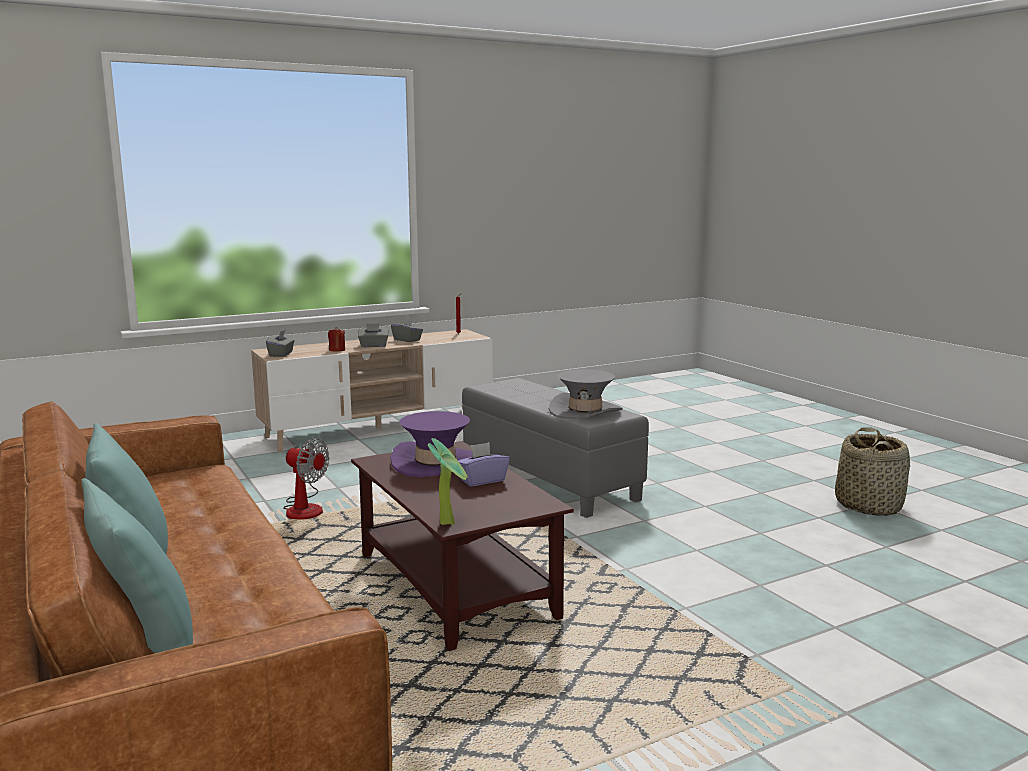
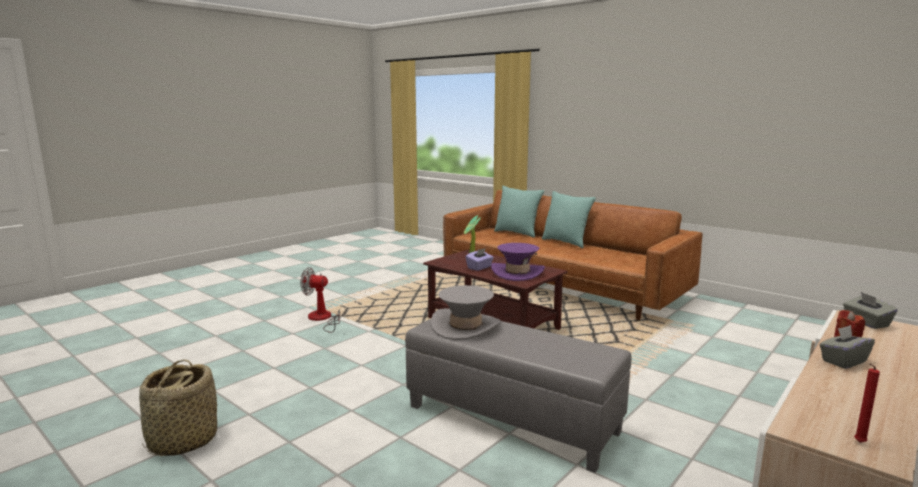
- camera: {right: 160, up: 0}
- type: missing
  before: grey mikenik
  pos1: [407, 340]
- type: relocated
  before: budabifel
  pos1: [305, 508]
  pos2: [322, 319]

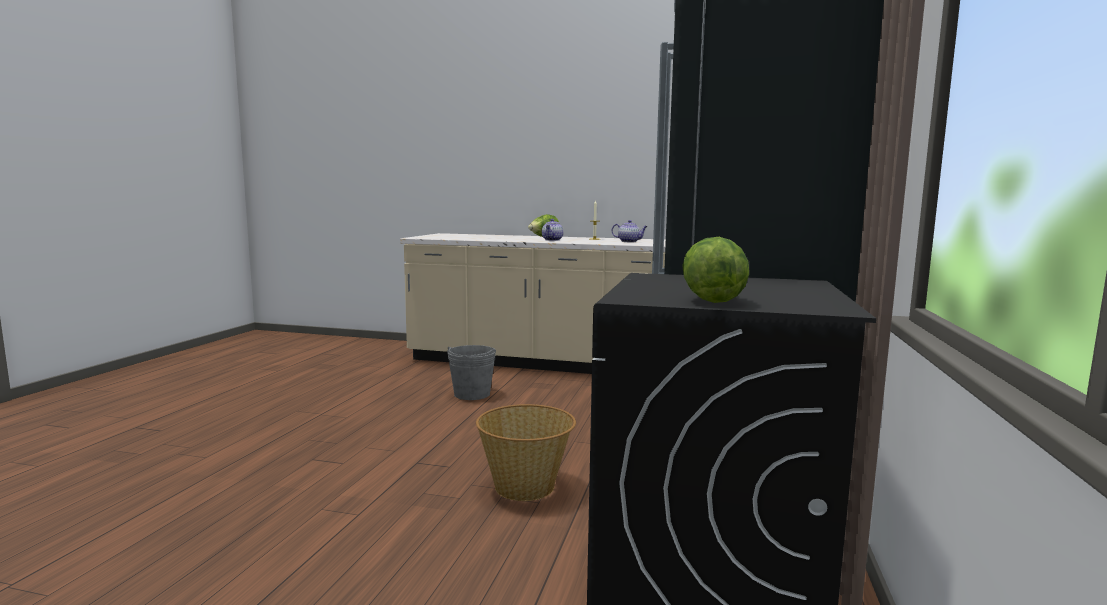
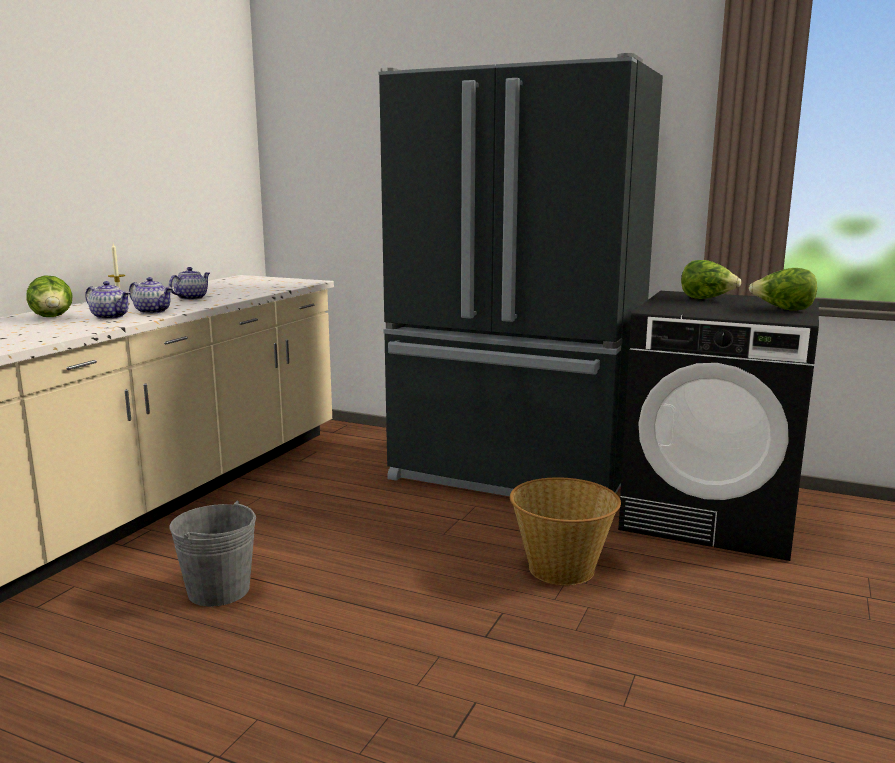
- camera: {right: -80, up: 5}
- type: appeared
  after: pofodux
  pos2: [707, 299]
- type: appeared
  after: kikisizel
  pos2: [153, 312]

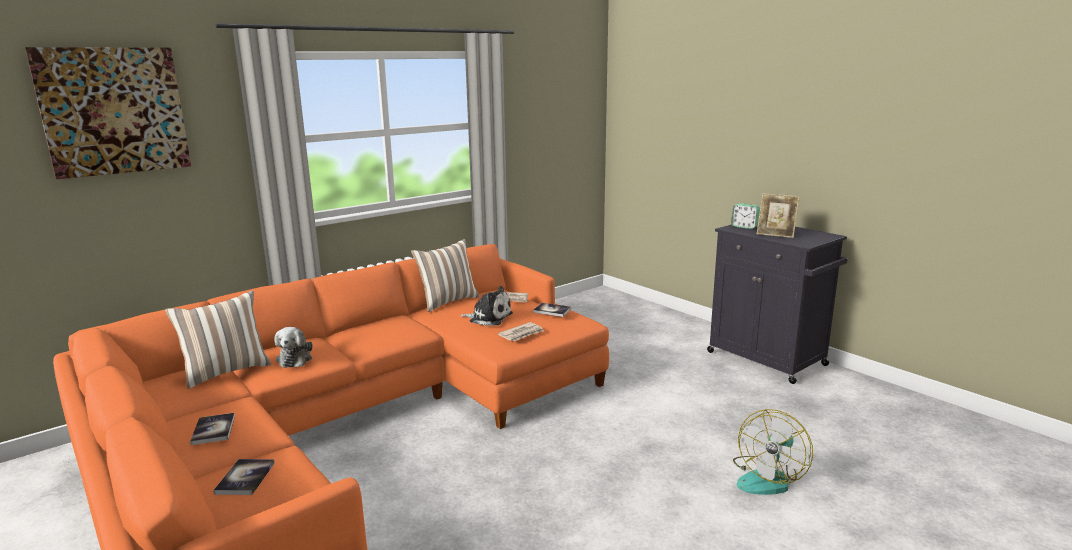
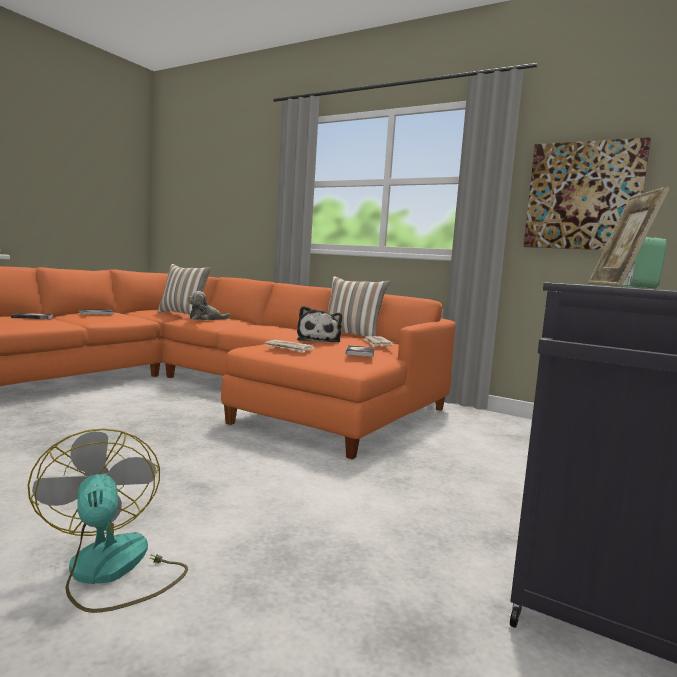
- camera: {right: 70, up: -10}
- type: relocated
  before: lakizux
  pos1: [113, 111]
  pos2: [583, 196]
- type: spun
  before: budabifel
  pos1: [768, 478]
  pos2: [112, 571]
  turn: 45

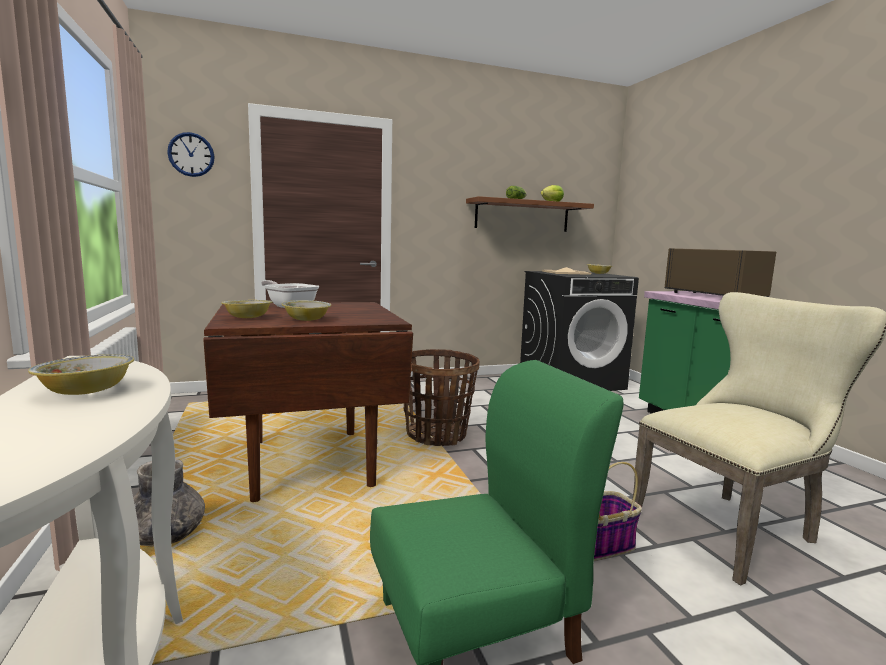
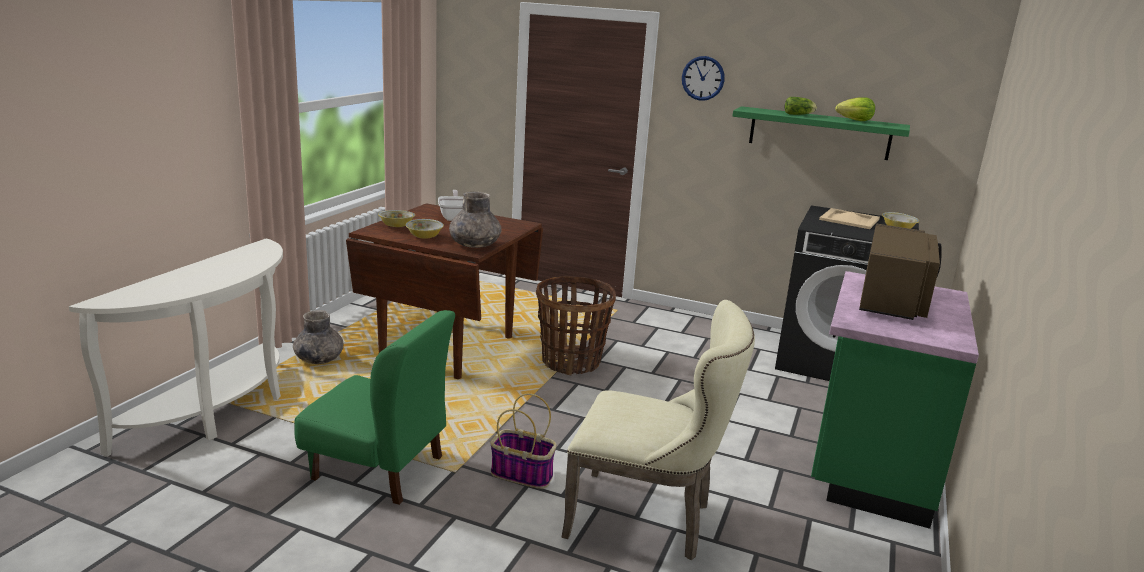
- camera: {right: 40, up: 10}
- type: relocated
  before: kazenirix
  pos1: [191, 154]
  pos2: [703, 78]
- type: colour
  before: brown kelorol
  after: green kelorol
  pos1: [522, 216]
  pos2: [819, 133]
- type: missing
  before: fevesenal
  pos1: [86, 391]
- type: appeared
  after: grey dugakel
  pos2: [475, 245]

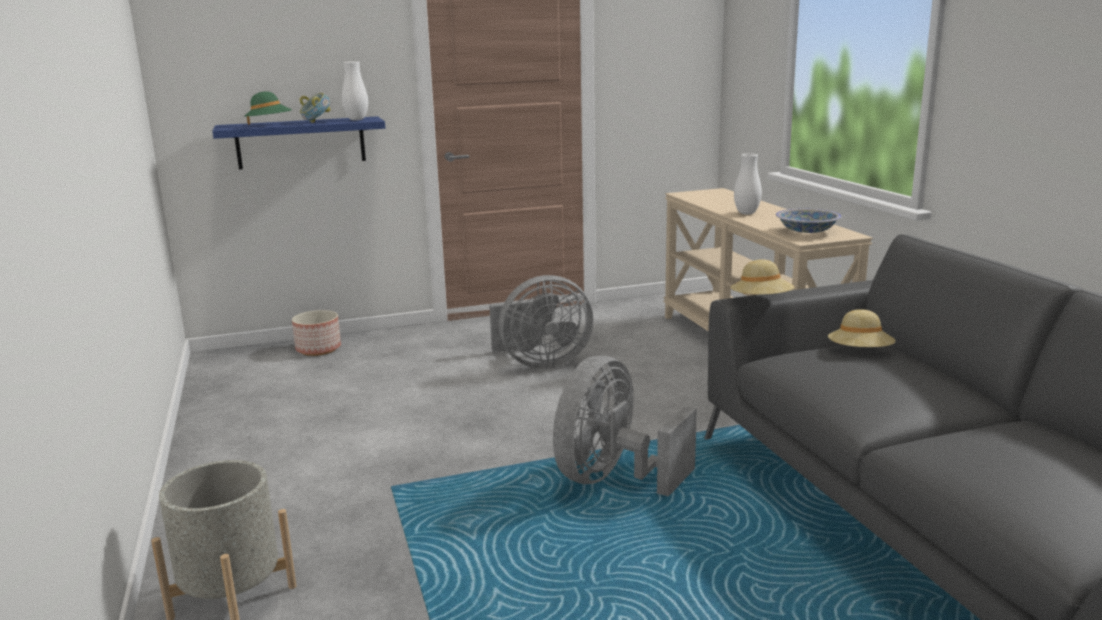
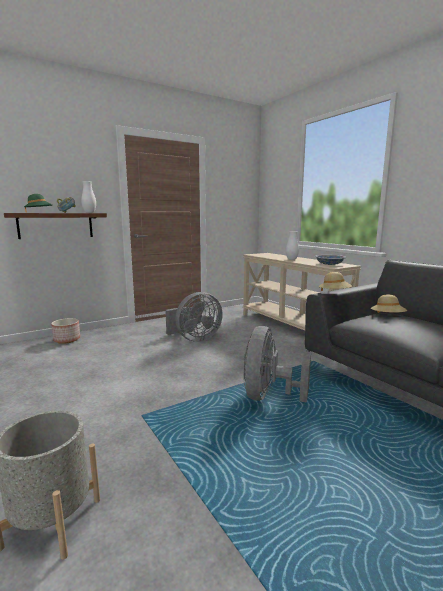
- camera: {right: -15, up: -5}
- type: colour
  before: blue kelorol
  after: brown kelorol
  pos1: [301, 142]
  pos2: [56, 225]

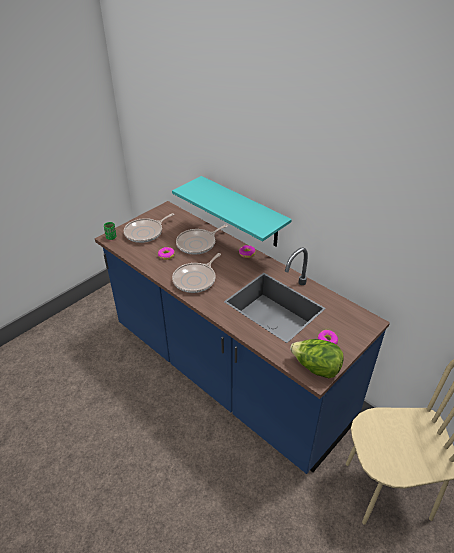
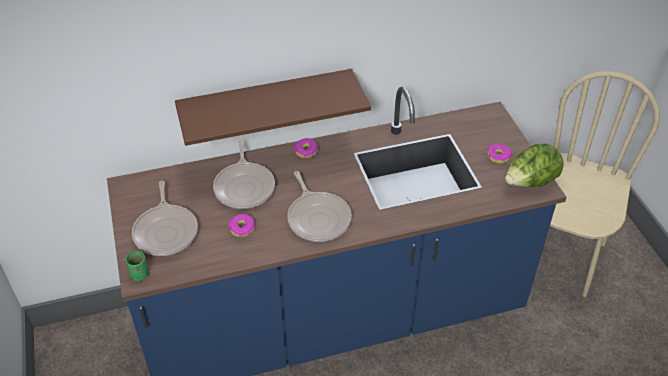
- camera: {right: -60, up: 5}
- type: colour
  before: turquoise kelorol
  after: brown kelorol
  pos1: [243, 212]
  pos2: [267, 106]

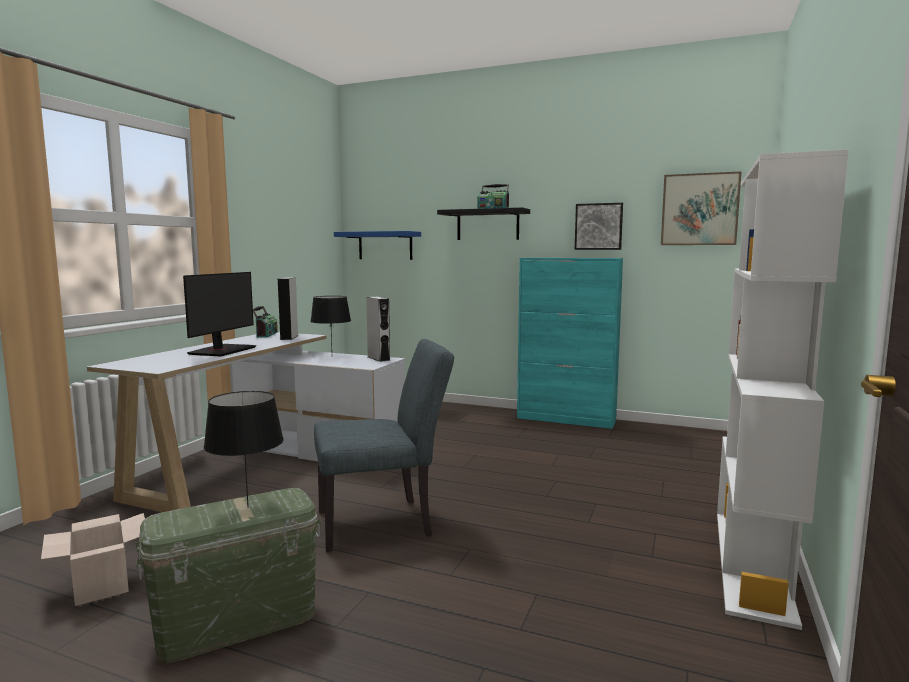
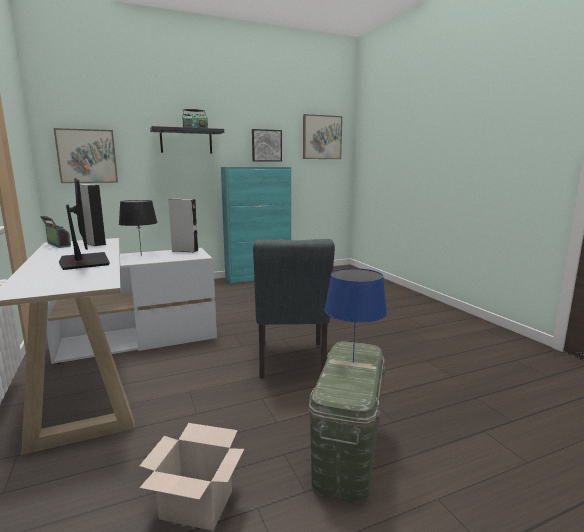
- camera: {right: -45, up: 5}
- type: missing
  before: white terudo
  pos1: [753, 563]
- type: exchanged
  before: blue kelorol
  after: lakizux
  pos1: [385, 245]
  pos2: [87, 156]
- type: spun
  before: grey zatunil
  pos1: [384, 522]
  pos2: [291, 363]
  turn: 150
- type: colour
  before: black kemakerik
  after: blue kemakerik
  pos1: [249, 507]
  pos2: [353, 361]

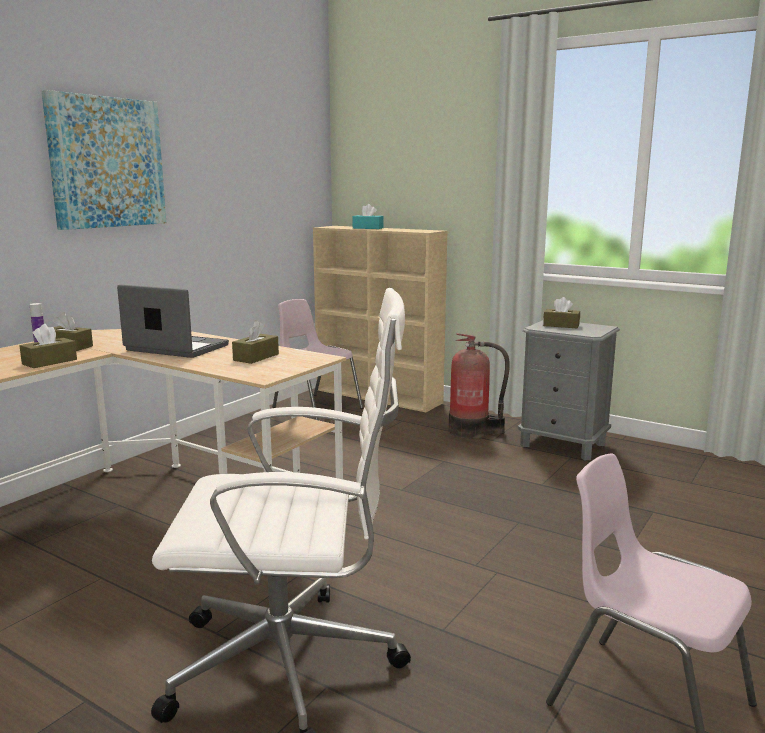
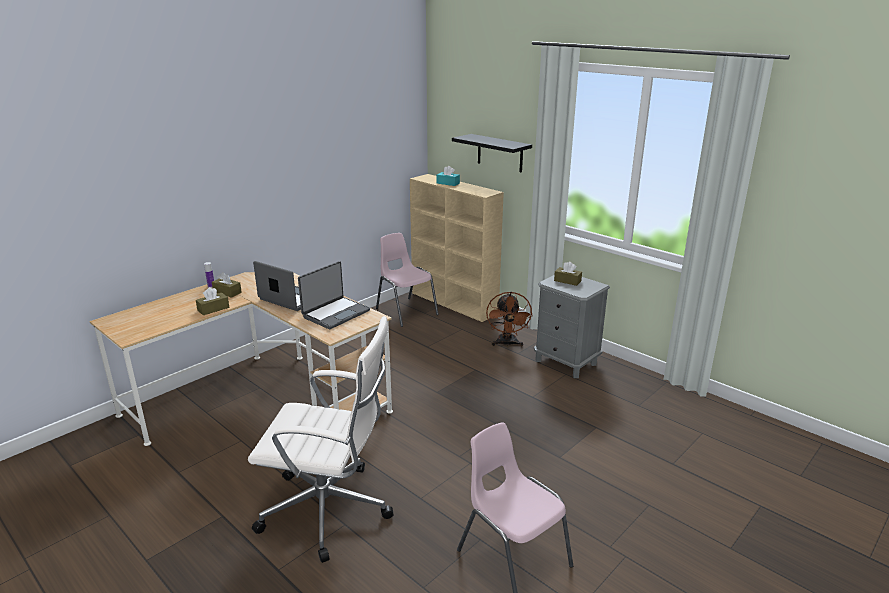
- camera: {right: 10, up: 10}
- type: missing
  before: lakizux
  pos1: [107, 162]
- type: exchanged
  before: brown mikenik
  after: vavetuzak
  pos1: [256, 357]
  pos2: [335, 313]
- type: exchanged
  before: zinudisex
  after: brown budabifel
  pos1: [472, 431]
  pos2: [507, 344]
- type: appeared
  after: black kelorol
  pos2: [500, 153]

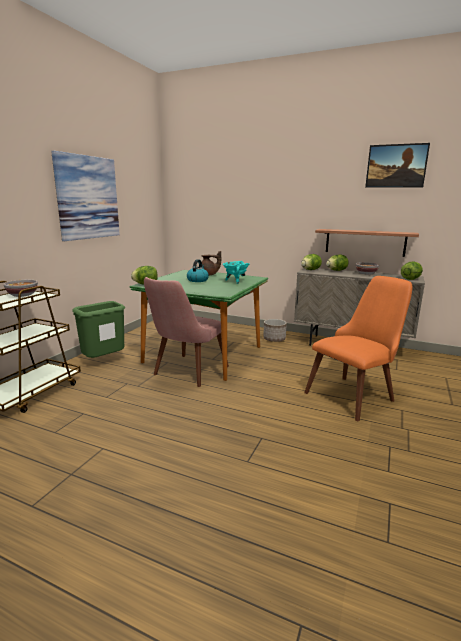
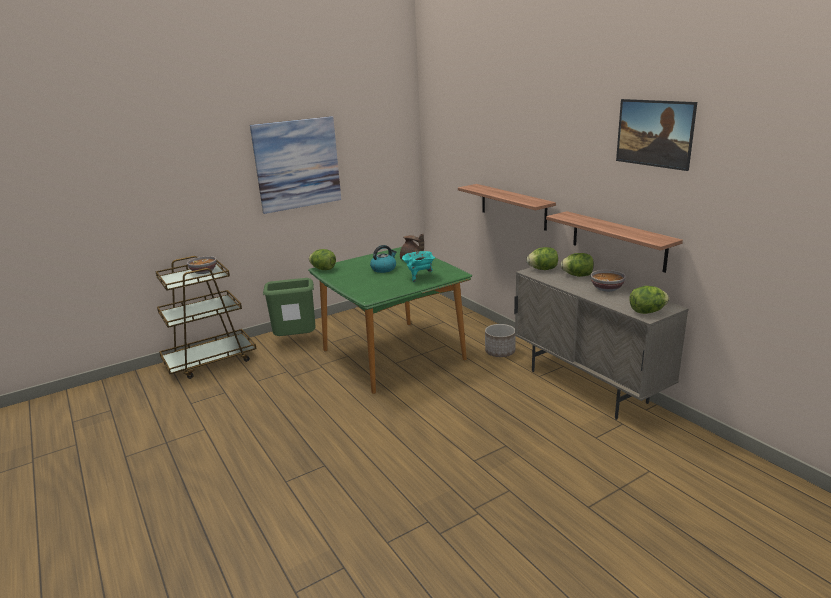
- camera: {right: 35, up: 5}
- type: missing
  before: orange zatunil
  pos1: [355, 393]
- type: missing
  before: pink zatunil
  pos1: [186, 373]
- type: appeared
  after: kelorol
  pos2: [513, 206]

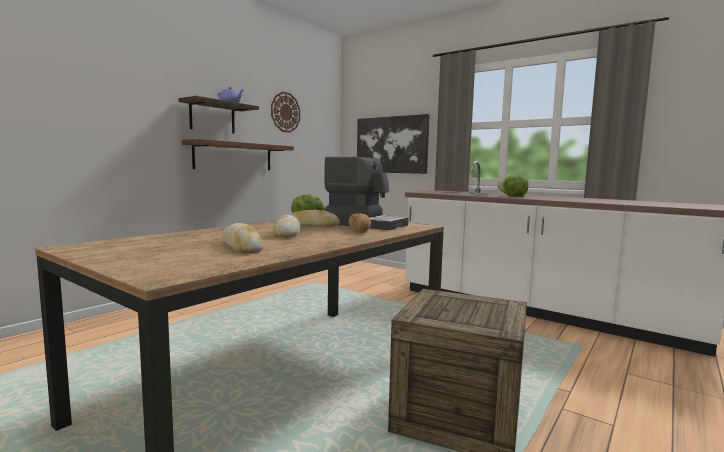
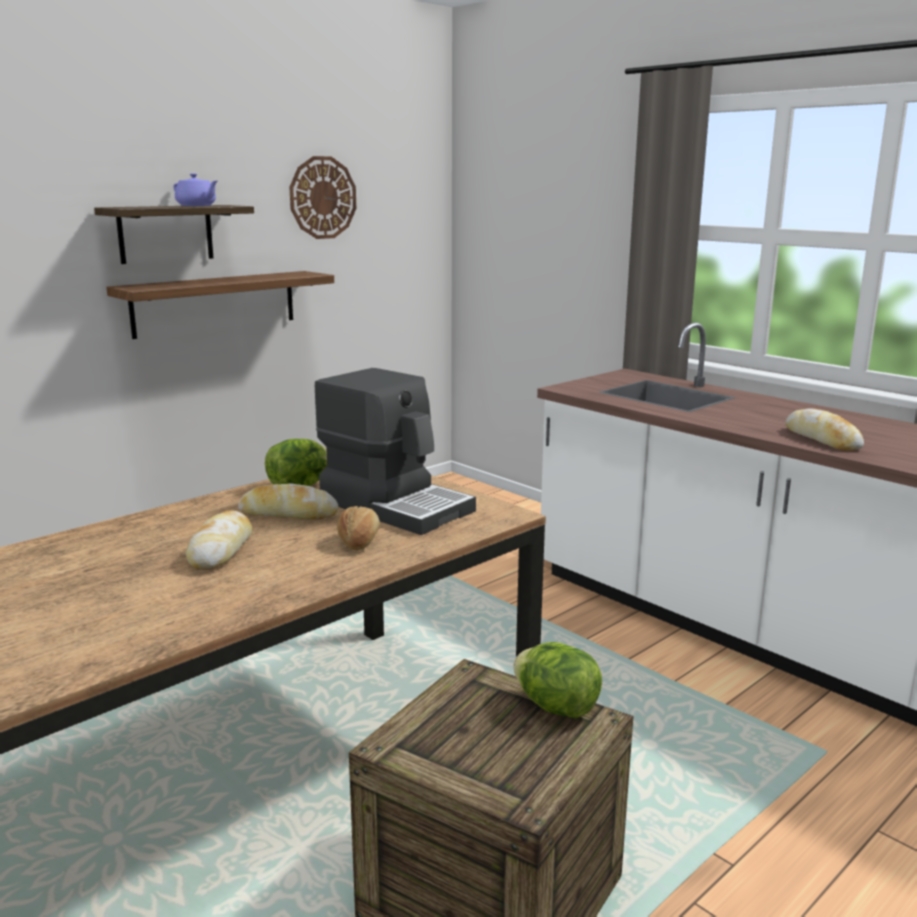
- camera: {right: 10, up: 10}
- type: missing
  before: lakizux
  pos1: [391, 145]
- type: relocated
  before: pofodux
  pos1: [513, 196]
  pos2: [556, 707]
- type: relocated
  before: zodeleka
  pos1: [242, 247]
  pos2: [822, 439]

